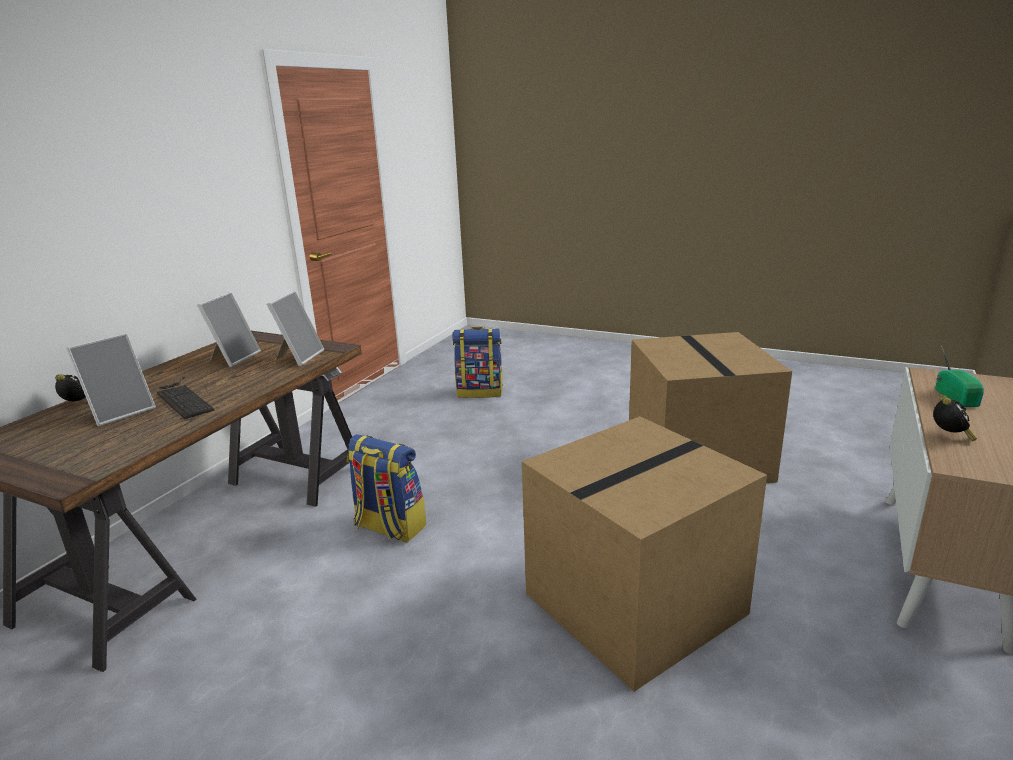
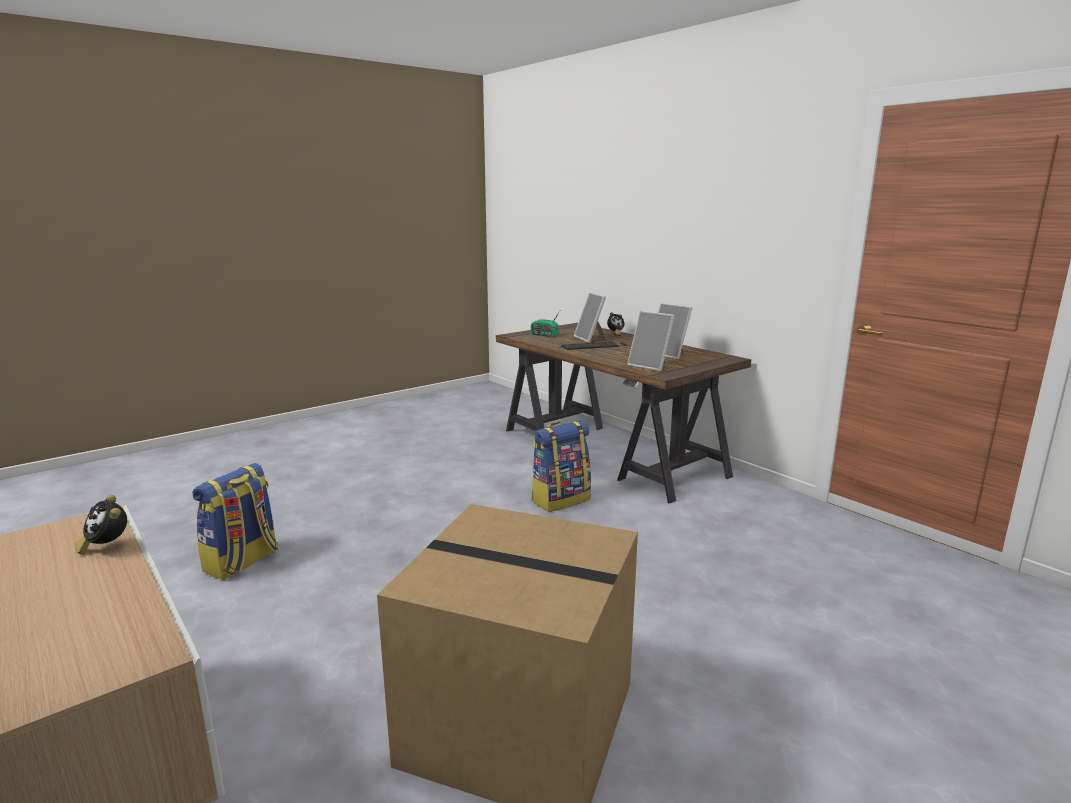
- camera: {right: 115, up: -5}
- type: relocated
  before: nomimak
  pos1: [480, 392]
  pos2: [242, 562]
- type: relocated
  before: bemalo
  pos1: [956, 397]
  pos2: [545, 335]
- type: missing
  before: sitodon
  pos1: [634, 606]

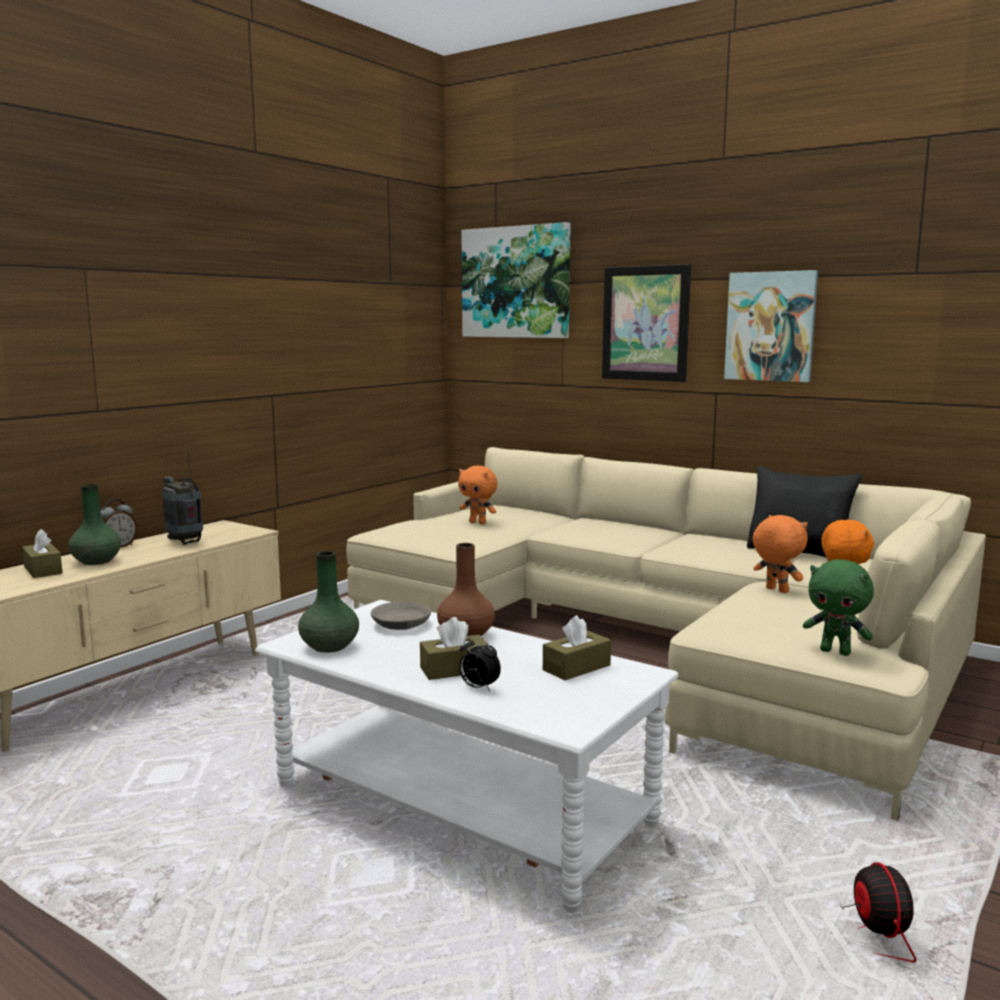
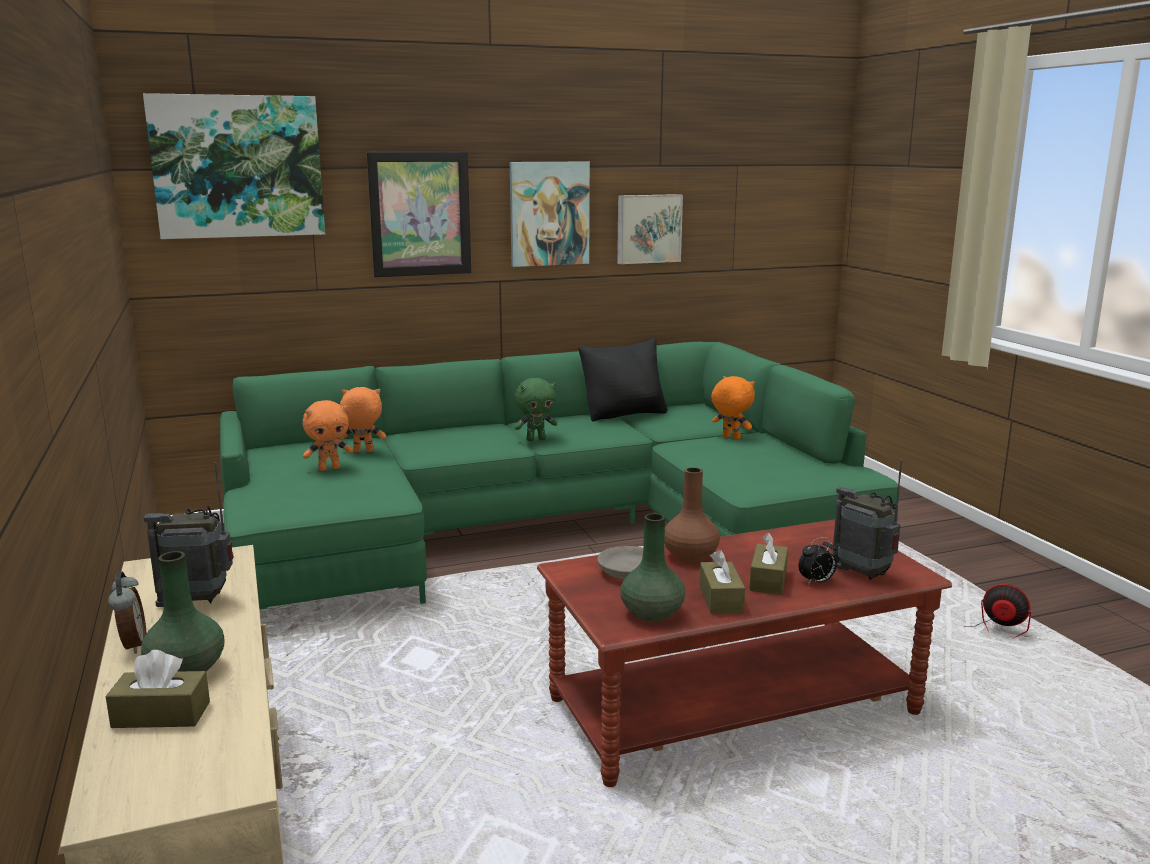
- camera: {right: -55, up: 5}
- type: colour
  before: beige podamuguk
  after: green podamuguk
  pos1: [658, 642]
  pos2: [549, 530]
- type: relocated
  before: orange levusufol
  pos1: [775, 590]
  pos2: [363, 452]
- type: relocated
  before: green levusufol
  pos1: [836, 652]
  pos2: [536, 439]
- type: colour
  before: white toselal
  after: brown toselal
  pos1: [461, 804]
  pos2: [734, 706]
- type: relocated
  before: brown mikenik
  pos1: [576, 667]
  pos2: [721, 599]
- type: appeared
  after: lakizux
  pos2: [648, 228]
- type: appeared
  after: bemalo
  pos2: [863, 574]

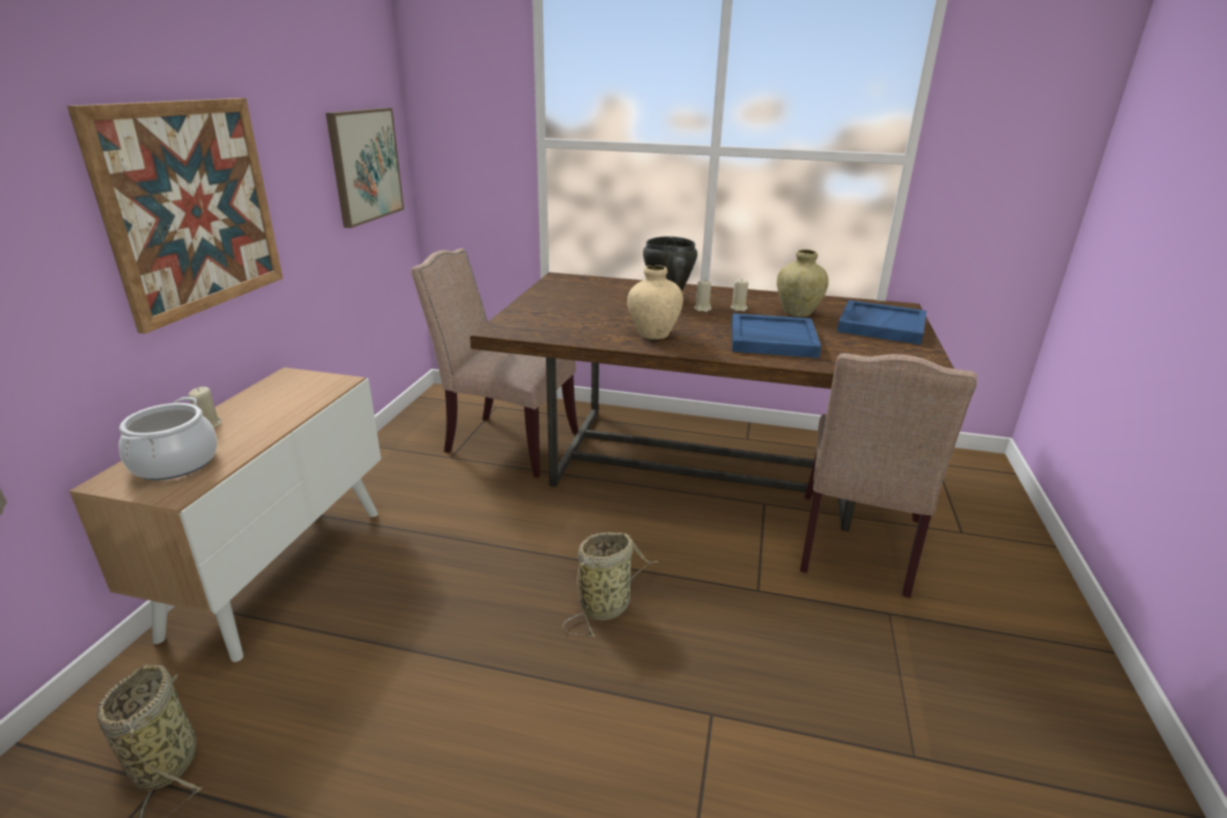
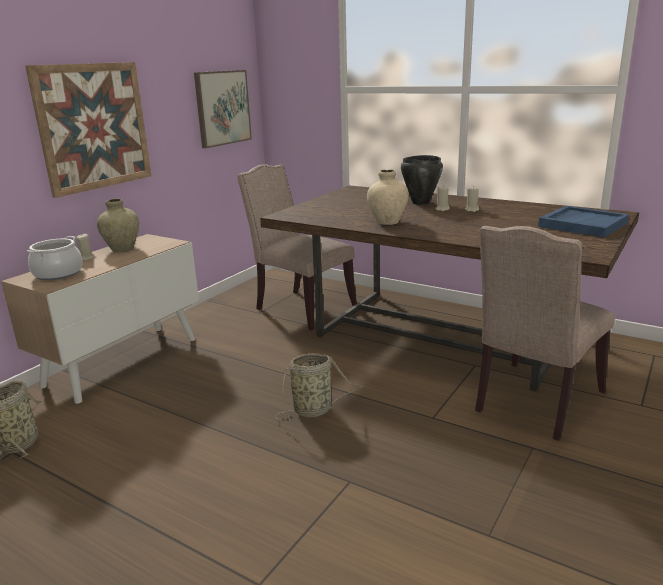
- camera: {right: 20, up: -5}
- type: relocated
  before: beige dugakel
  pos1: [797, 313]
  pos2: [122, 248]
- type: missing
  before: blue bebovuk
  pos1: [772, 340]

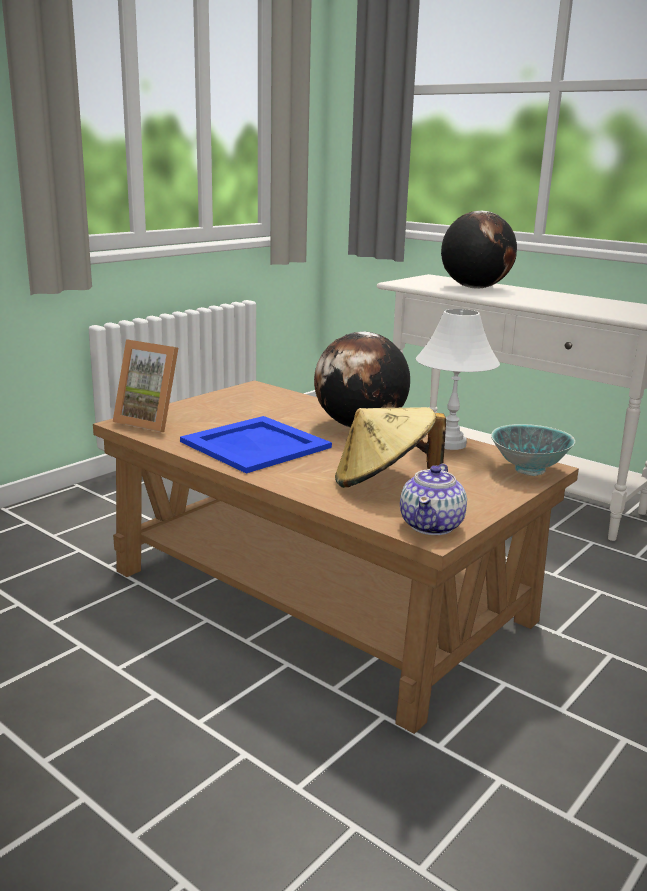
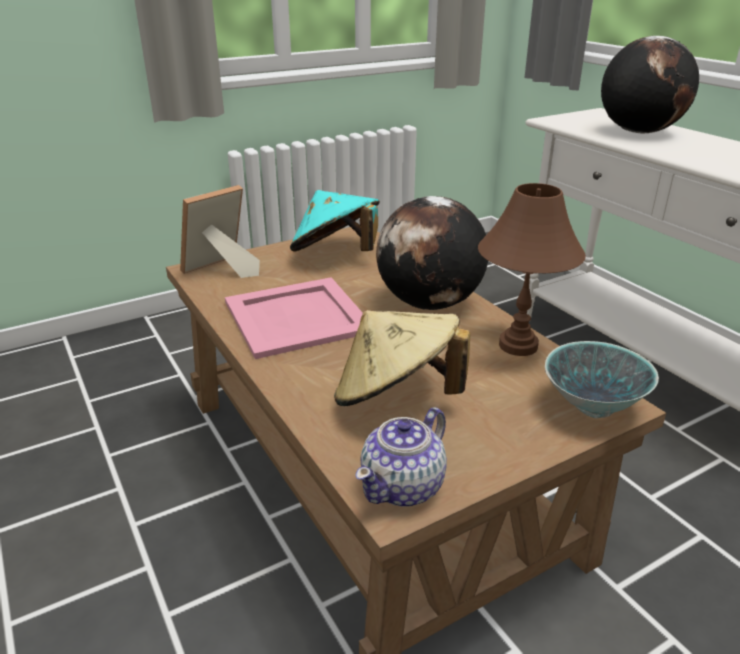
- camera: {right: 20, up: 10}
- type: colour
  before: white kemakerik
  after: brown kemakerik
  pos1: [450, 444]
  pos2: [517, 346]
- type: spun
  before: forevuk
  pos1: [151, 421]
  pos2: [220, 270]
  turn: 90
- type: colour
  before: blue bebovuk
  after: pink bebovuk
  pos1: [254, 444]
  pos2: [295, 316]
- type: appeared
  after: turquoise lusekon
  pos2: [336, 254]

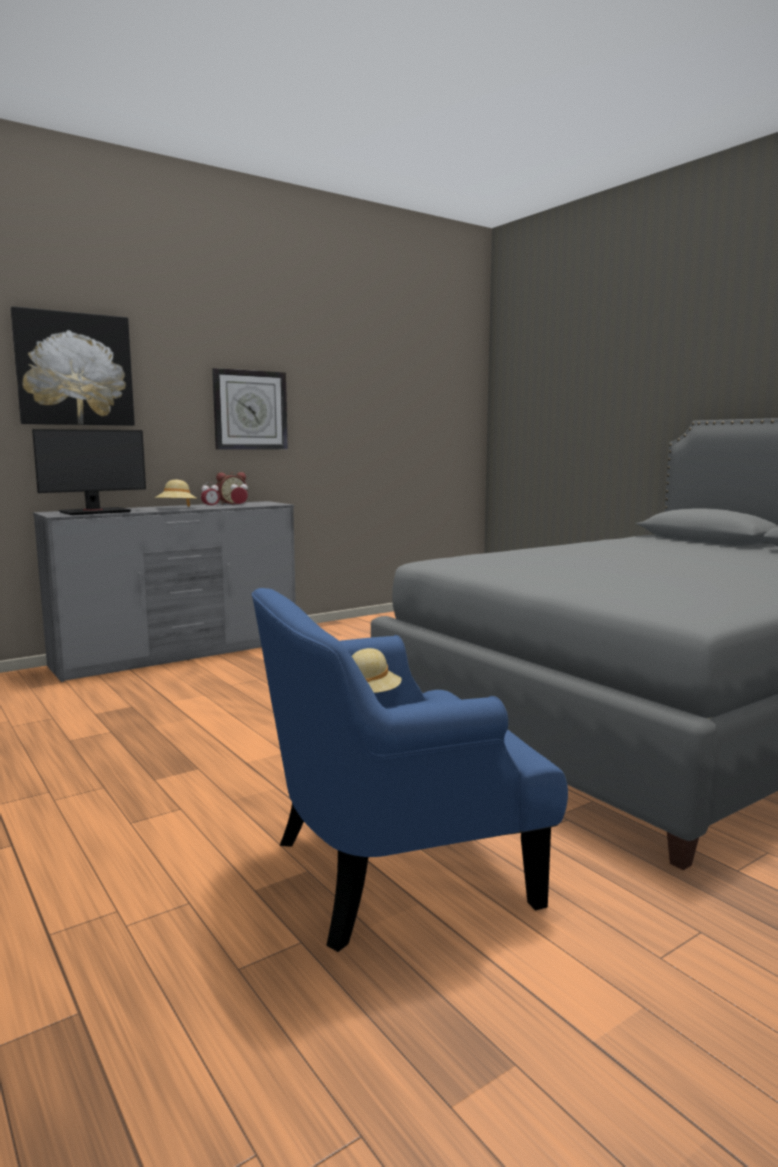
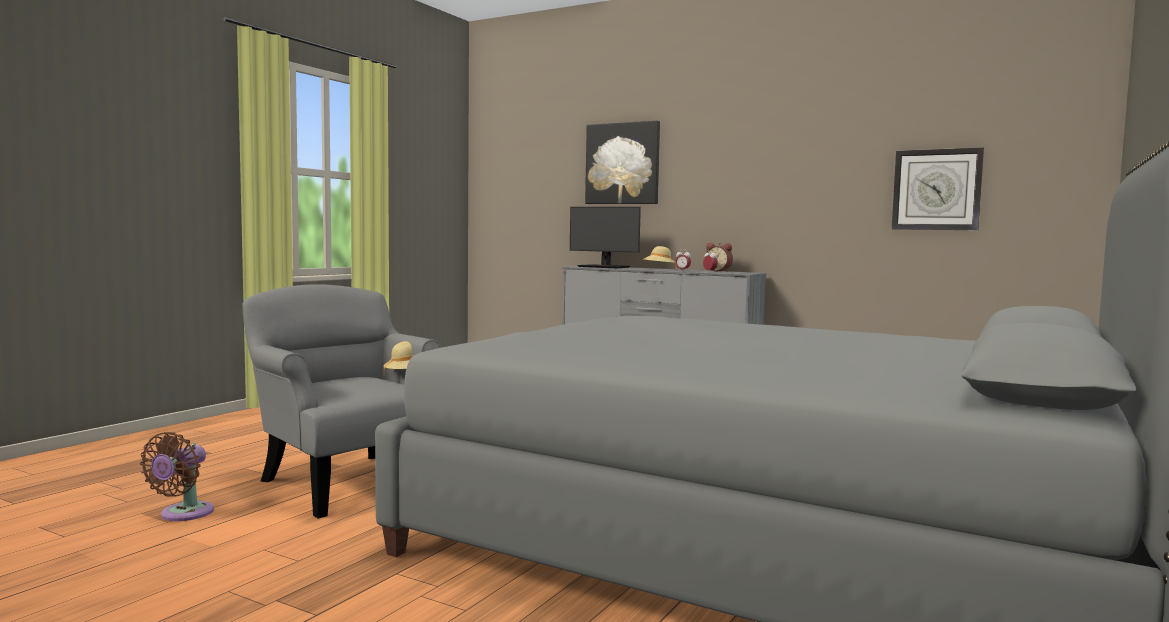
- camera: {right: 65, up: -5}
- type: relocated
  before: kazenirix
  pos1: [250, 410]
  pos2: [936, 189]
- type: colour
  before: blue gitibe
  after: grey gitibe
  pos1: [393, 869]
  pos2: [351, 481]
- type: appeared
  after: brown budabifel
  pos2: [183, 514]

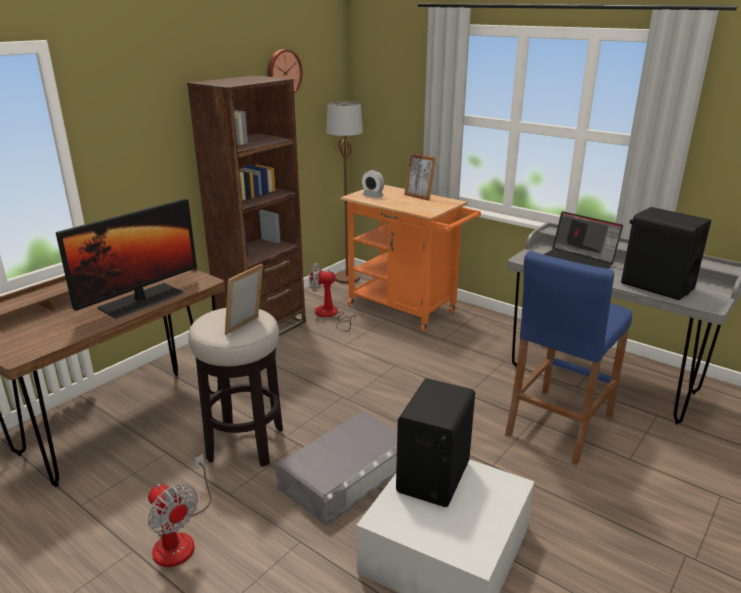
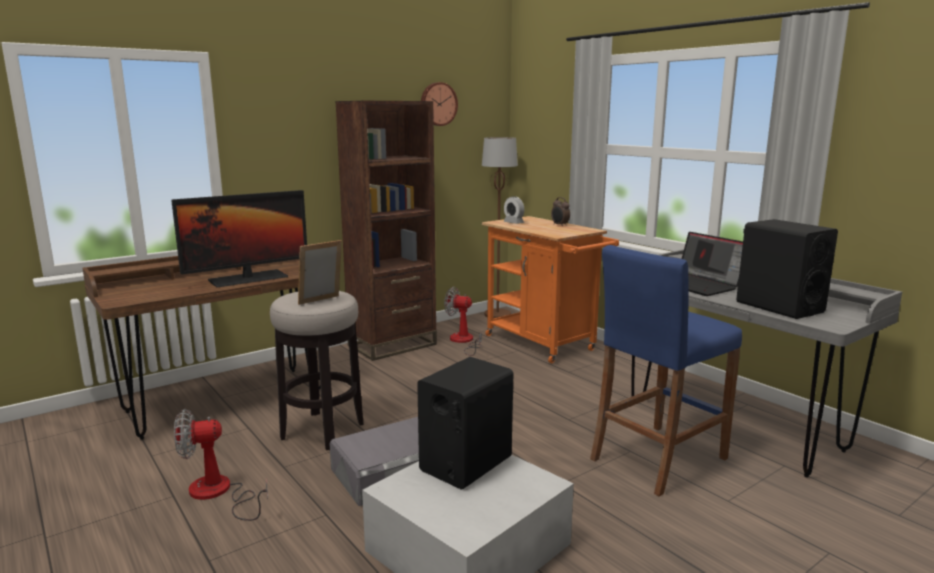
- camera: {right: 15, up: -10}
- type: exchanged
  before: forevuk
  after: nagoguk
  pos1: [419, 196]
  pos2: [559, 225]
- type: spun
  before: budabifel
  pos1: [180, 538]
  pos2: [218, 493]
  turn: 105

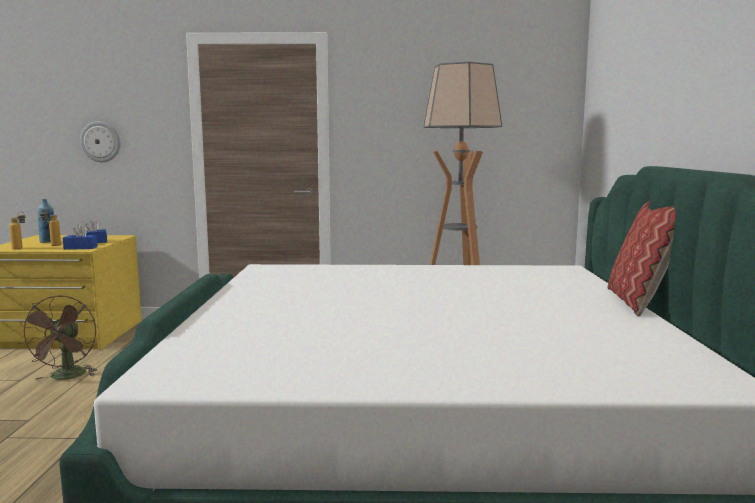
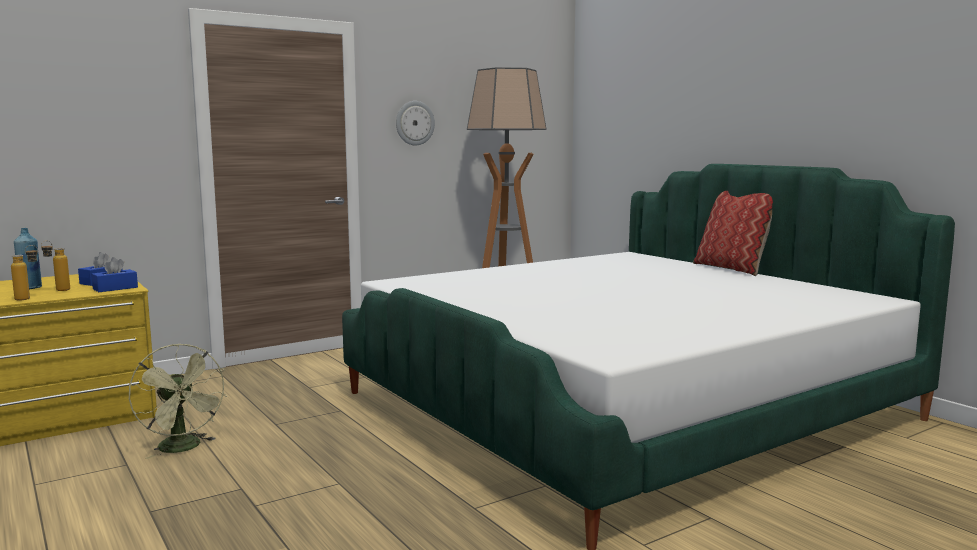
- camera: {right: -35, up: 0}
- type: relocated
  before: kazenirix
  pos1: [101, 141]
  pos2: [414, 123]
- type: colour
  before: brown budabifel
  after: green budabifel
  pos1: [66, 377]
  pos2: [184, 448]

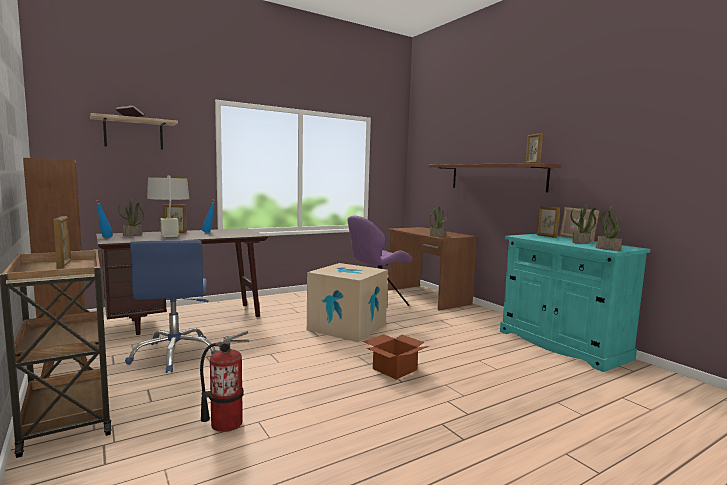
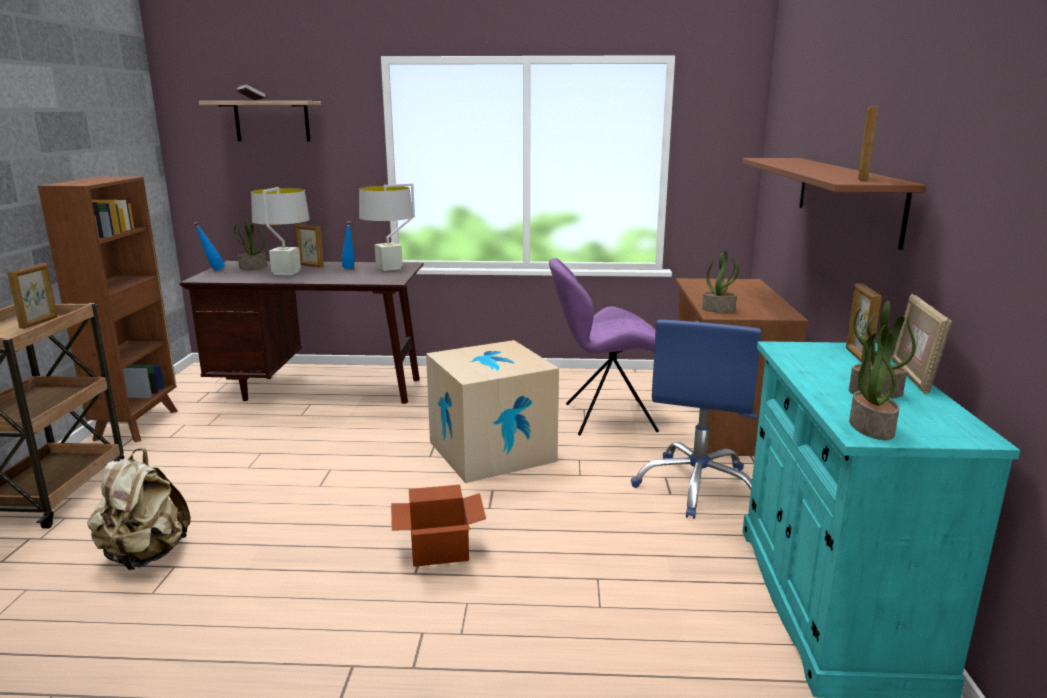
- camera: {right: 35, up: 10}
- type: relocated
  before: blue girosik
  pos1: [175, 355]
  pos2: [697, 486]
- type: exchanged
  before: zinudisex
  after: beige nomimak
  pos1: [226, 423]
  pos2: [145, 556]
- type: appeared
  after: grey kemakerik
  pos2: [389, 268]

